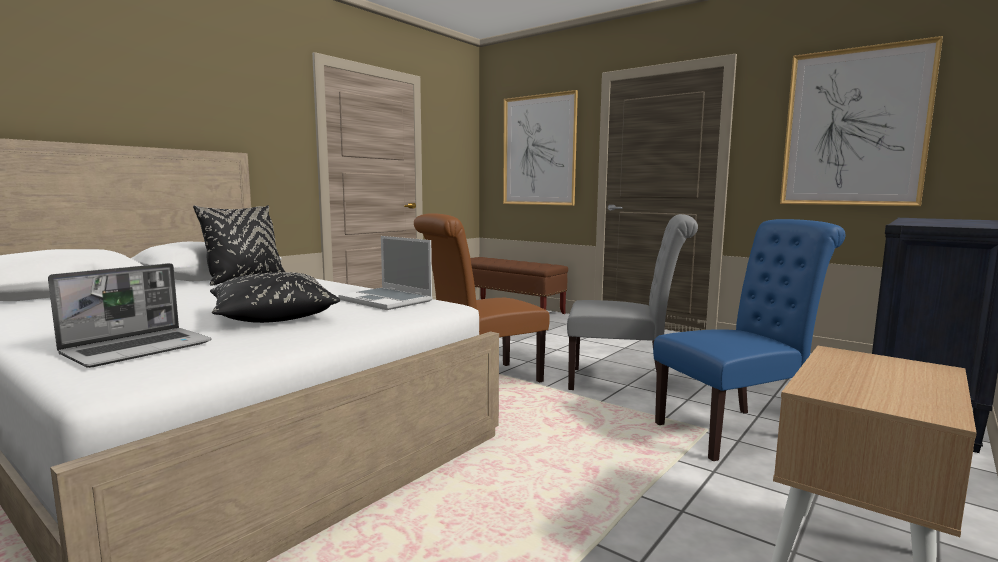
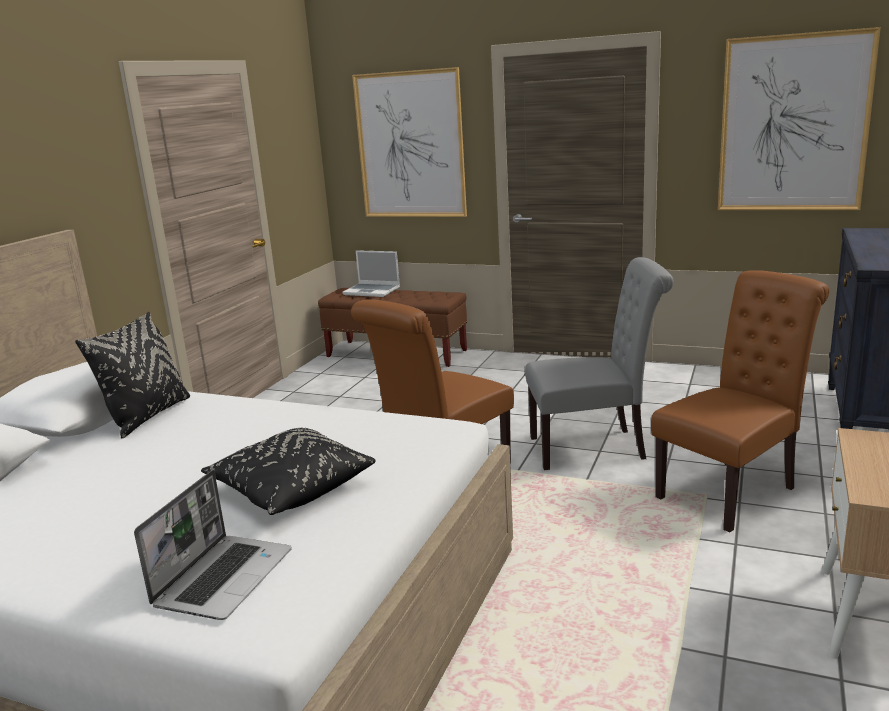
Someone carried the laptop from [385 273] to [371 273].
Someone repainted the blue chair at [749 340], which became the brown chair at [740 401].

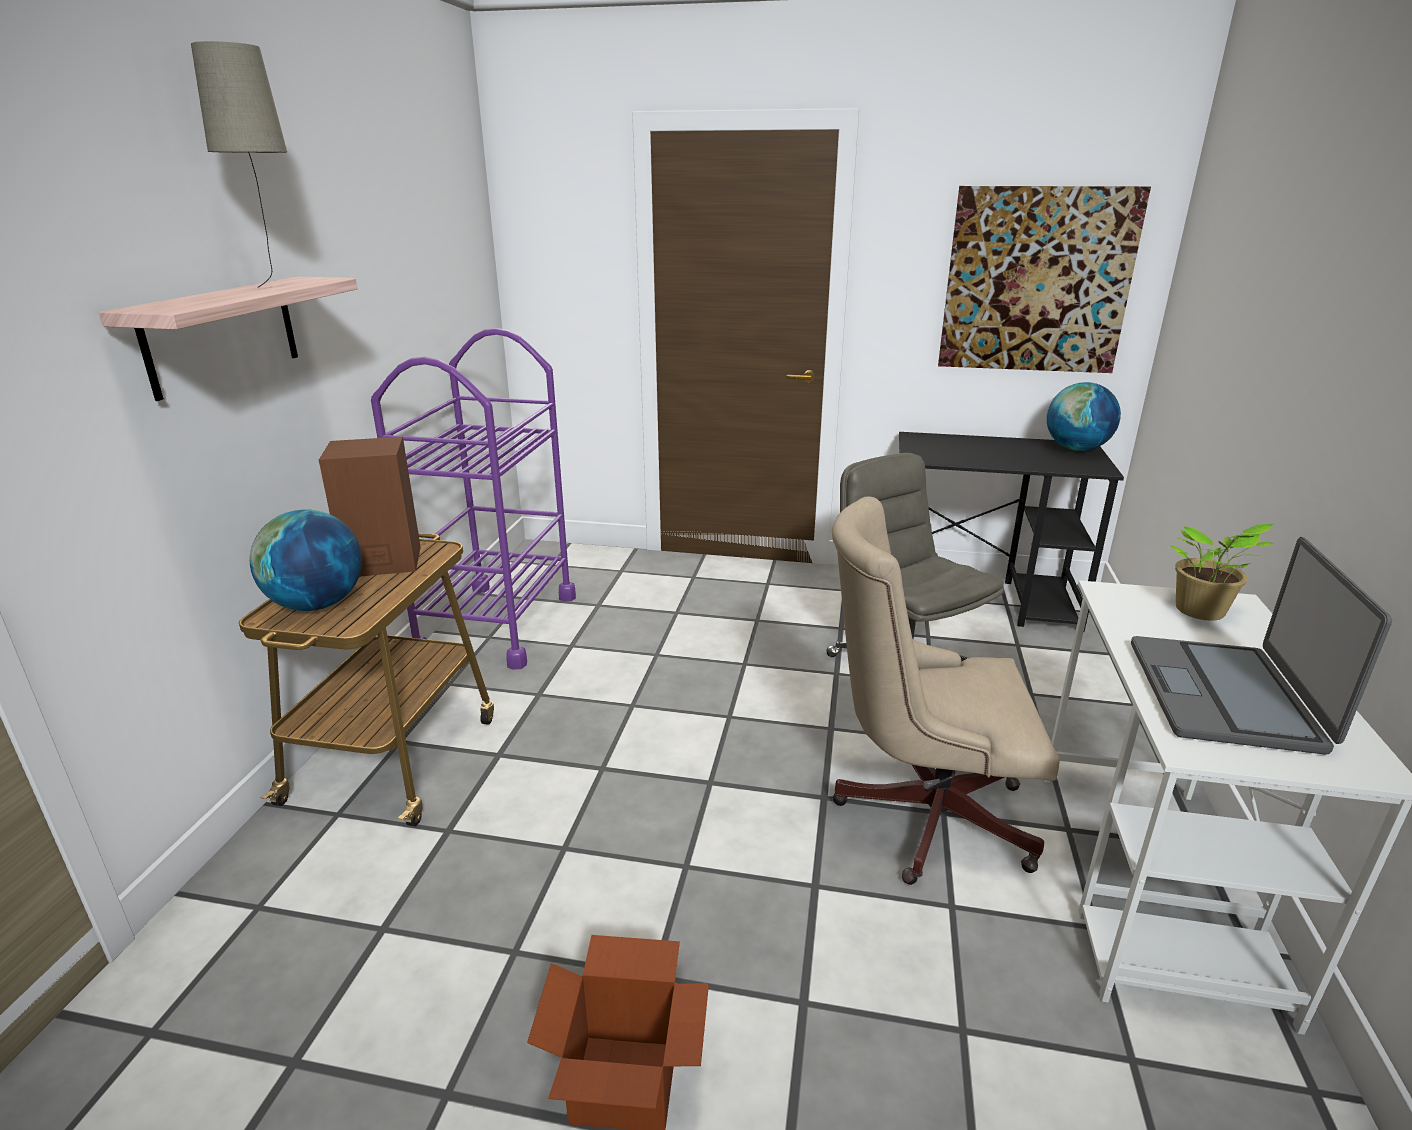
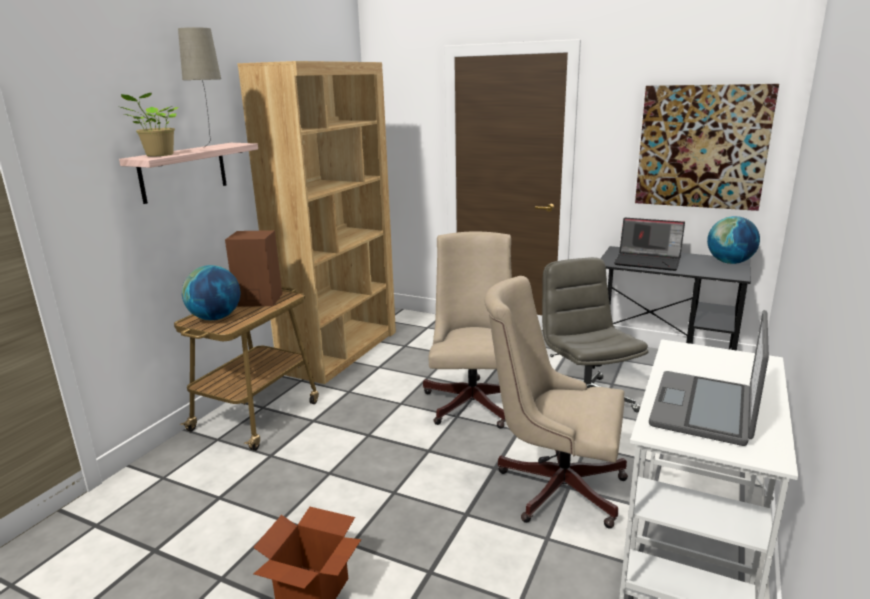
Someone carried the potted plant from [1222 572] to [149 124].
Someone swapped the purple cart at [473 499] for the brown bookcase at [316 222].
Someone put down the beige office chair at [467 330].
Someone put down the laptop at [649 244].

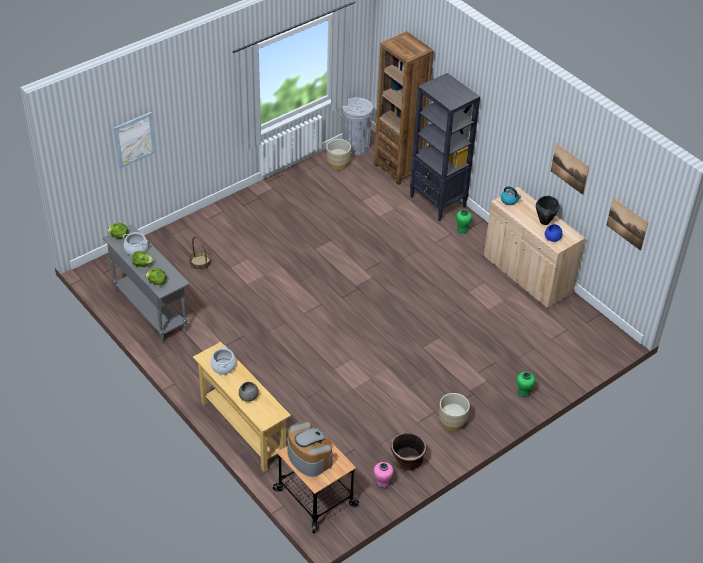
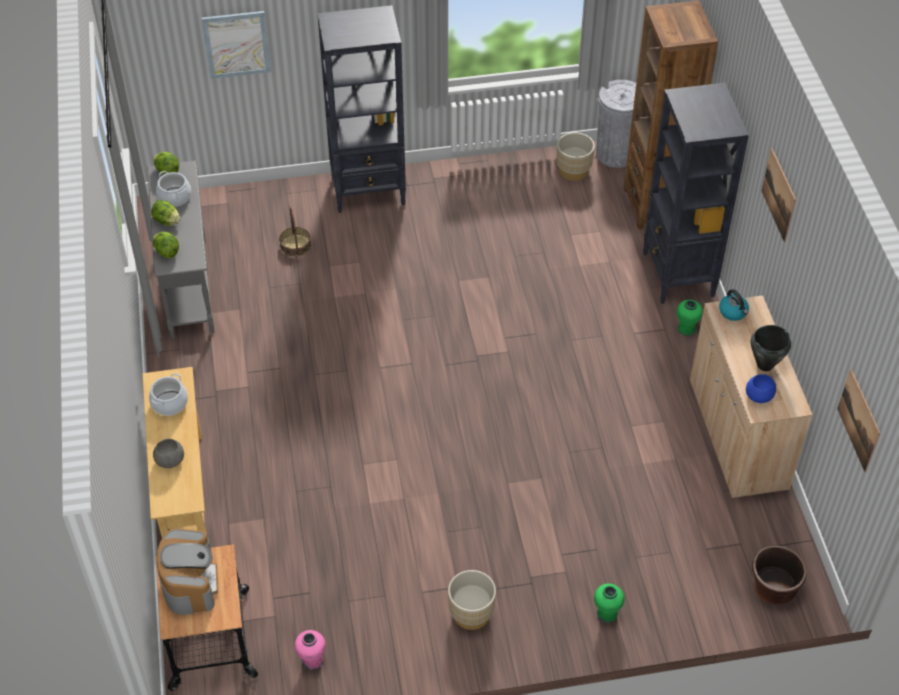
Someone put down the black bookcase at [361 109].
Someone carried the brown planter from [408 451] to [779 575].
Someone carried the picture from [570 169] to [779 195].

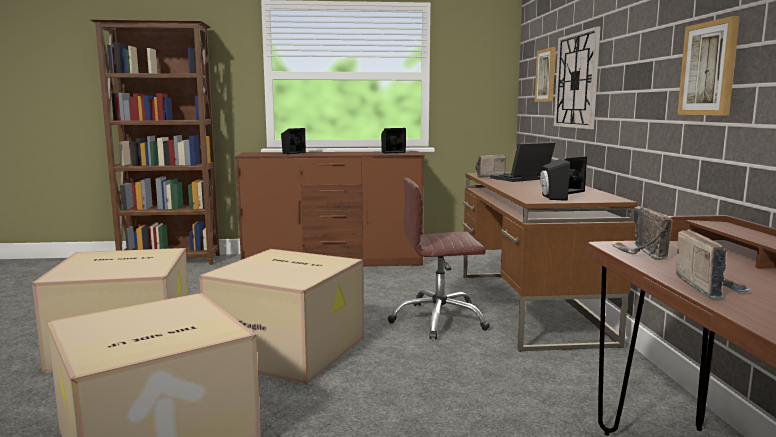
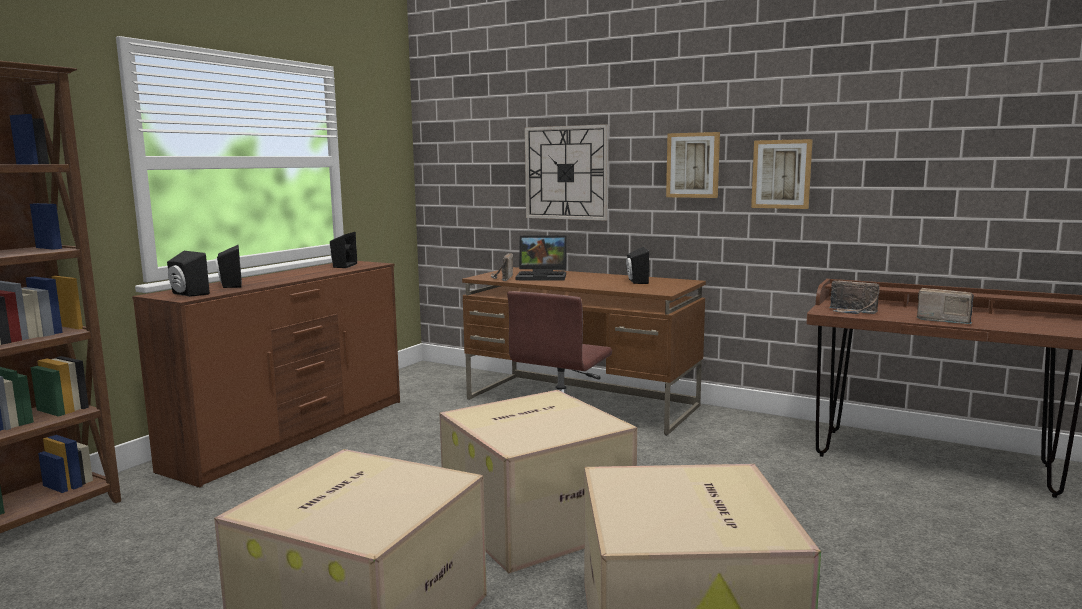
Someone carried the black speaker from [555 180] to [188 274].
Someone rotated the laptop at [522 162] by 90 degrees counterclockwise.
Someone carried the picture from [545 74] to [693 165].

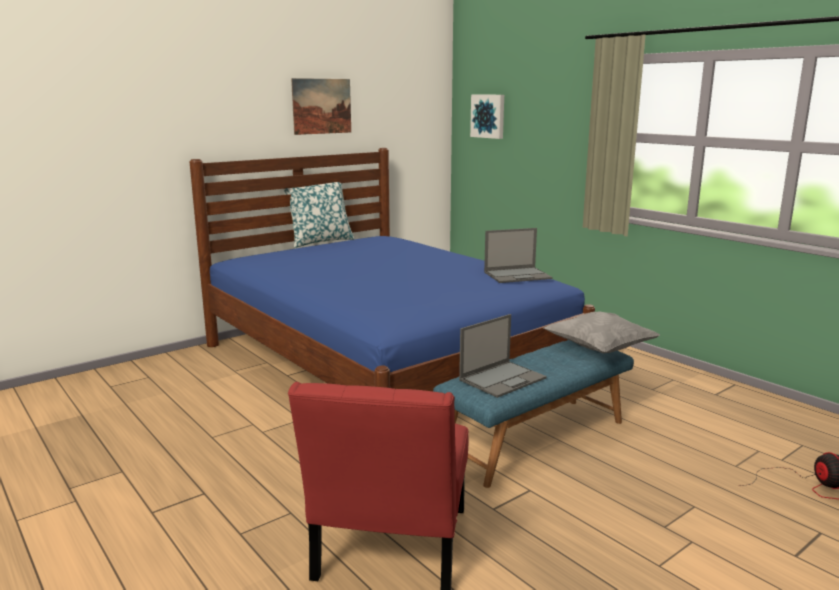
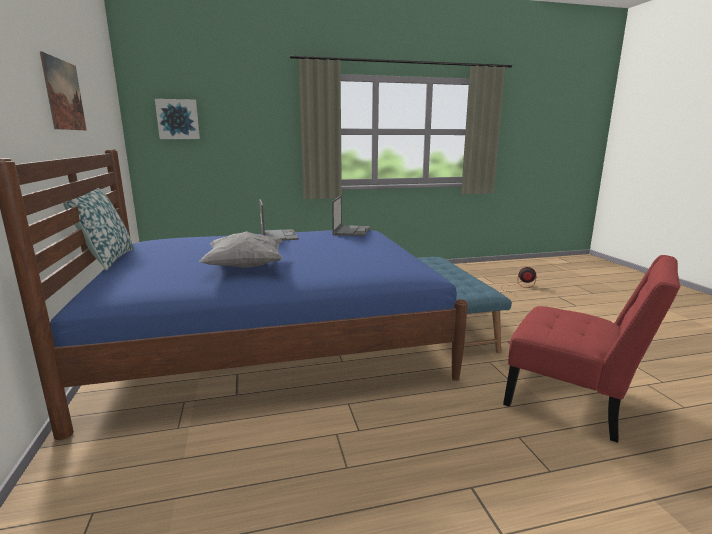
Someone carried the grey pillow from [602 333] to [241 249].
Someone carried the laptop from [503 356] to [279 220].

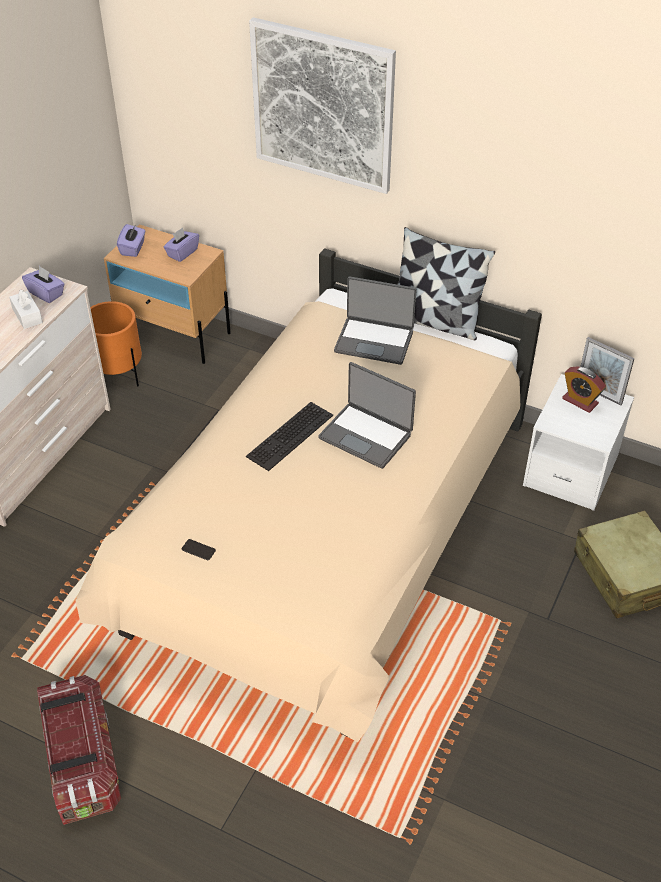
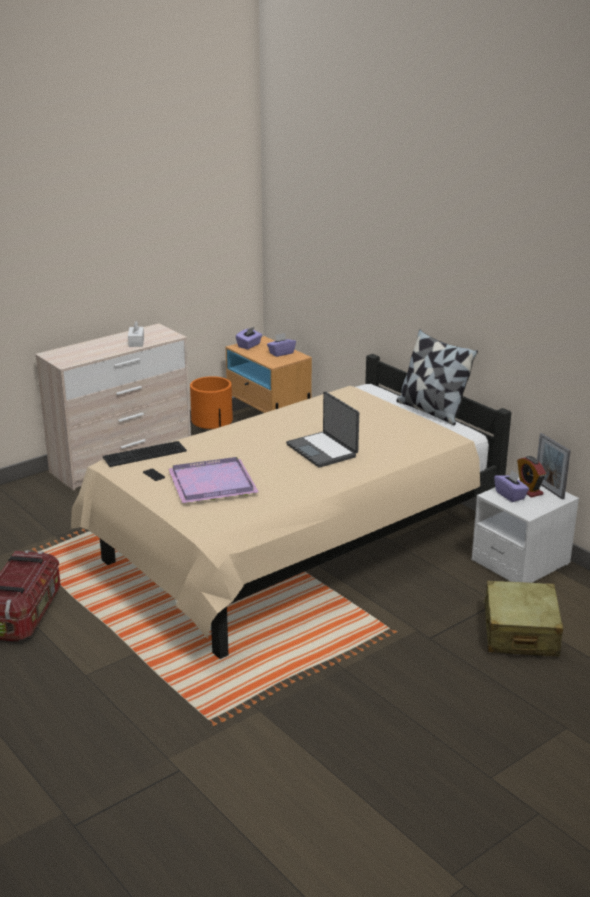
Someone carried the keyboard from [289 436] to [145 454].
Someone put down the purple tray at [213 480].
Someone carried the purple tissue box from [43 284] to [511 486].
Someone took away the picture at [322 105].
Someone took away the laptop at [375 321].

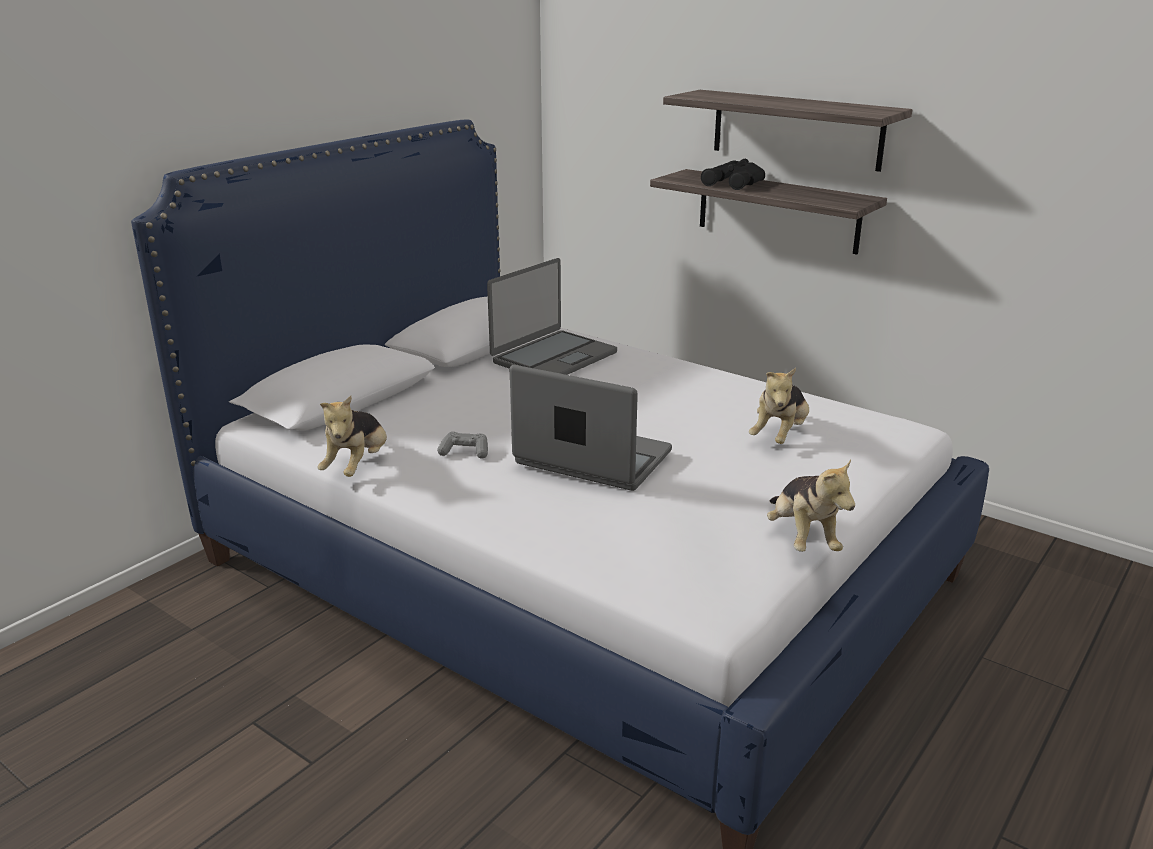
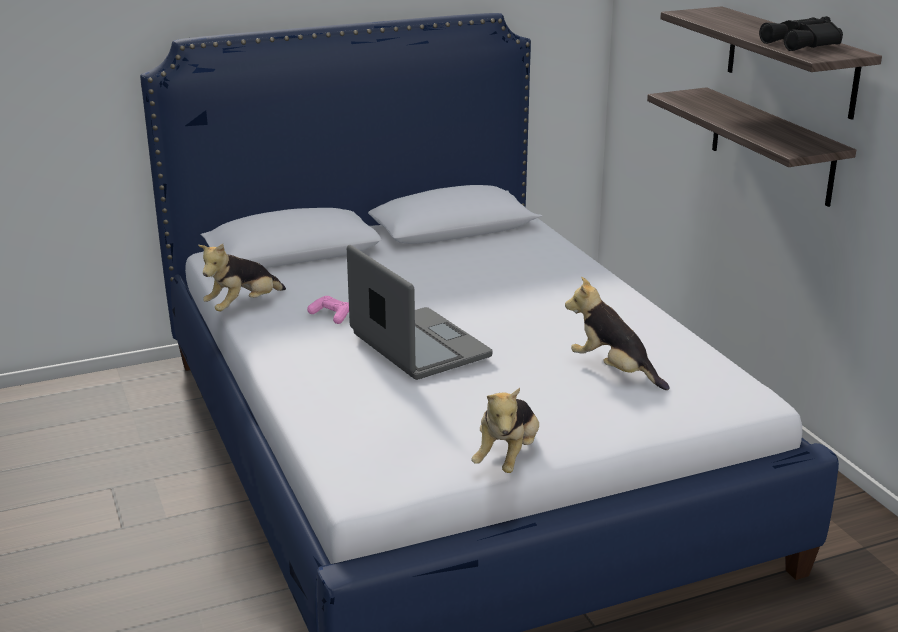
Someone repainted the grey game controller at [462 445], which became the pink game controller at [328 310].
Someone rotated the plush toy at [779 406] by 75 degrees clockwise.
Someone carried the black binoculars from [733 174] to [801 33].
Someone took away the laptop at [552 316].

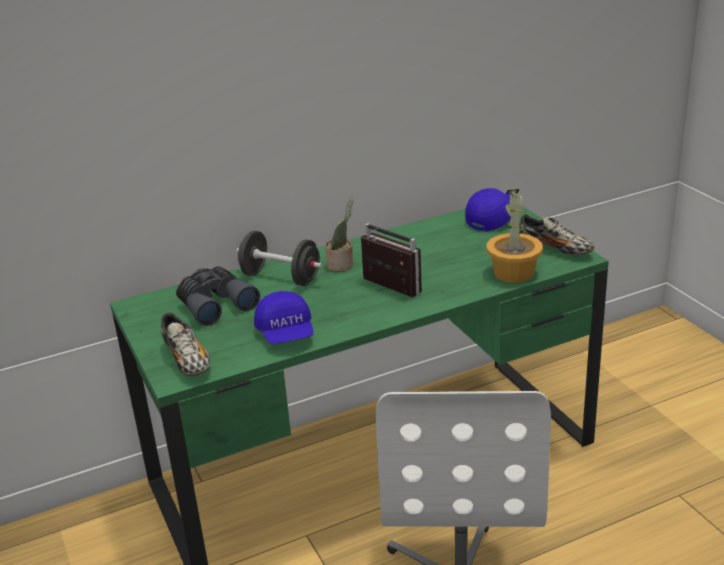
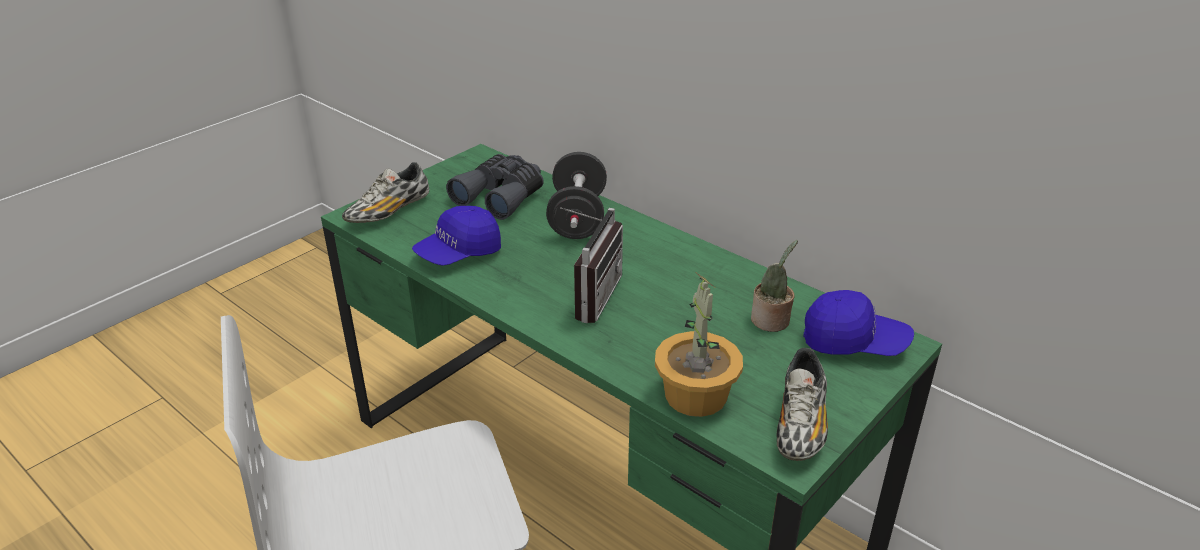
Someone carried the potted plant from [339 234] to [774 286].

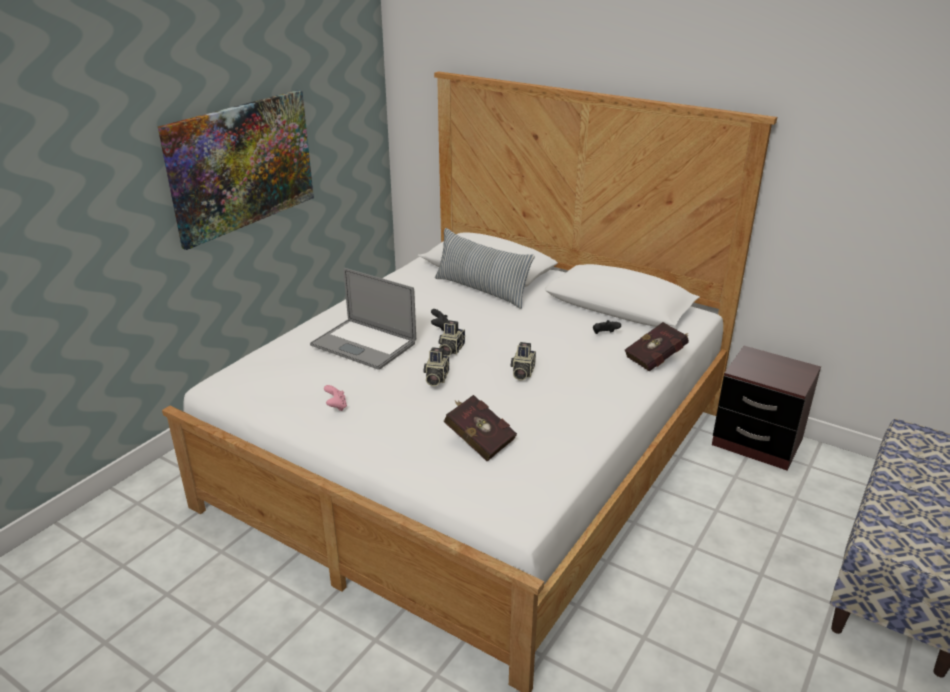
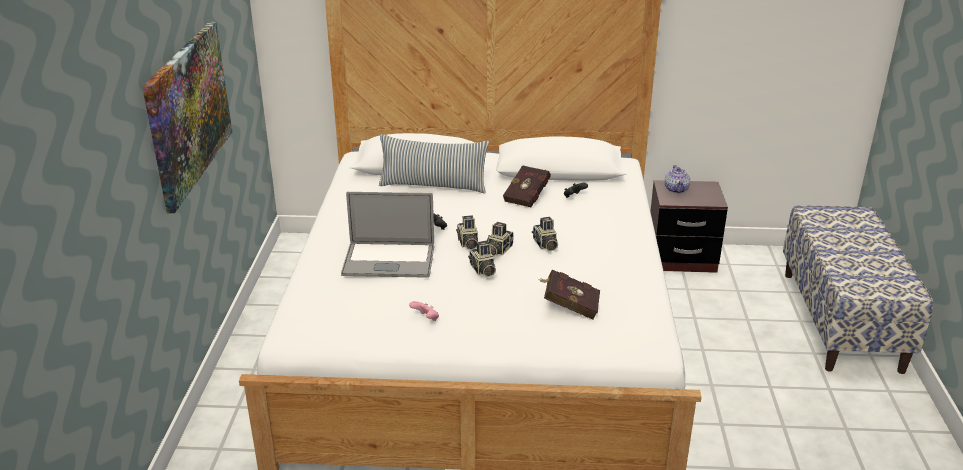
Someone put down the photo camera at [500 239].
Someone carried the red book from [657 346] to [527 186].
Someone put down the teapot at [677 179].

